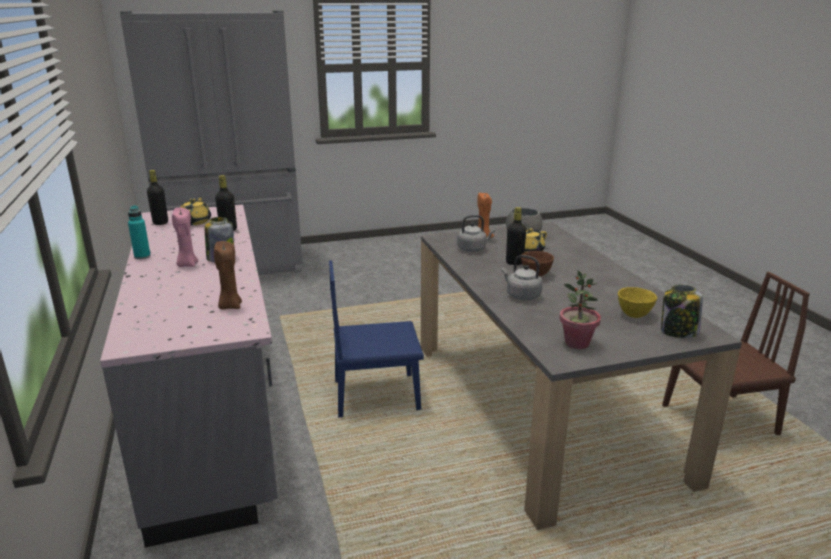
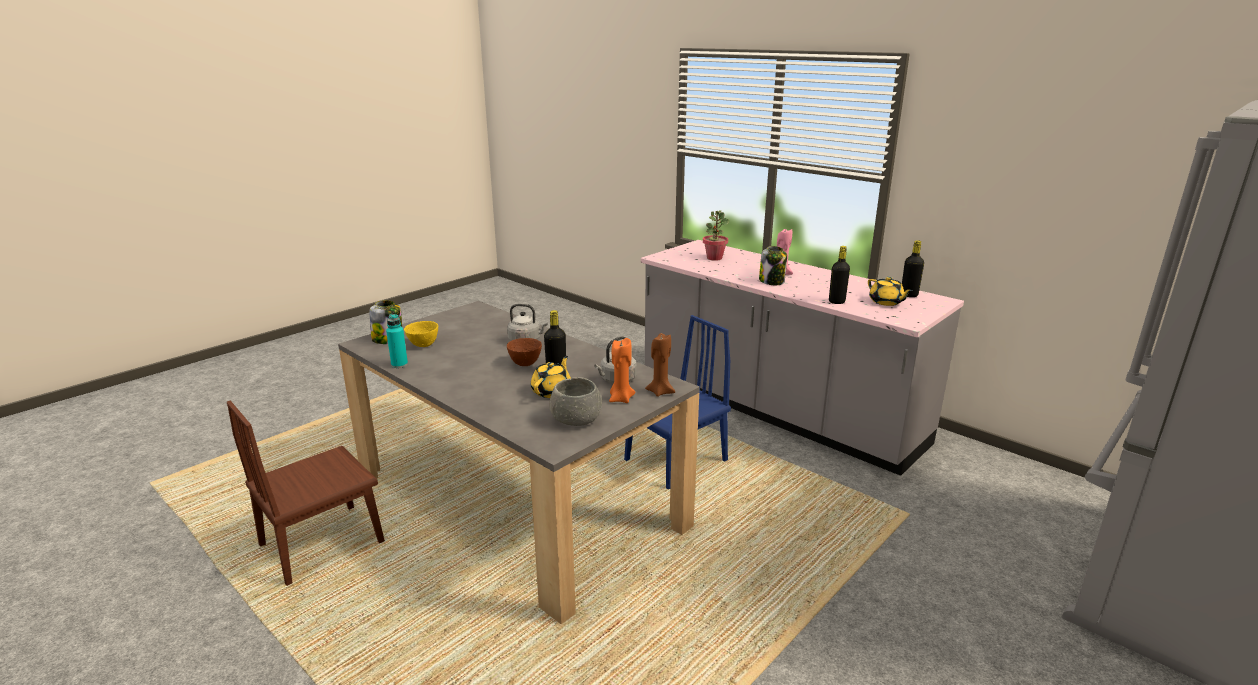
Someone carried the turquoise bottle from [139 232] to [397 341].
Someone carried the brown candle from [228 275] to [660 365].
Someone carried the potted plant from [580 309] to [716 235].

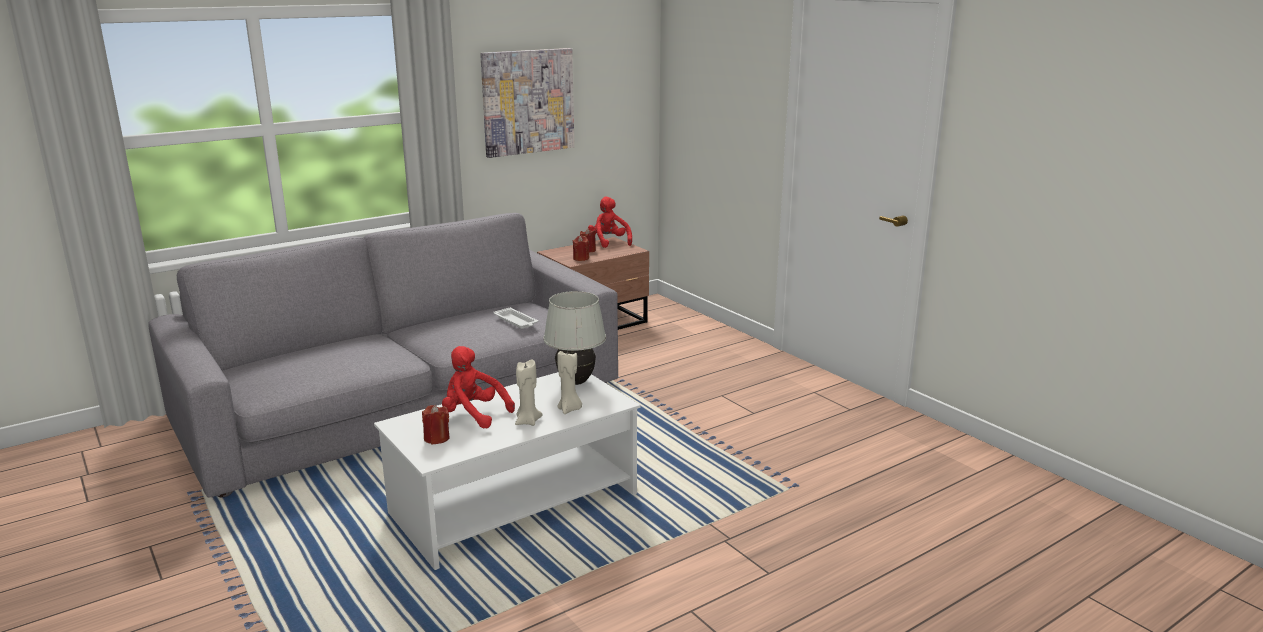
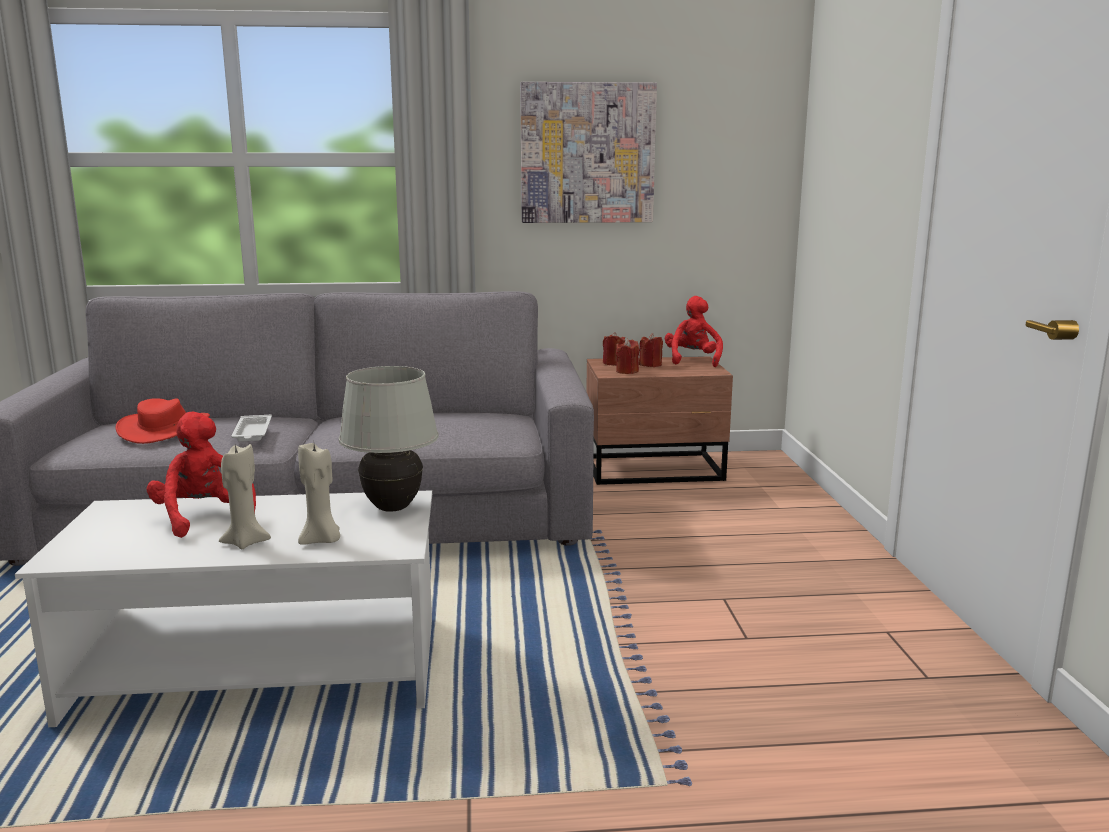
Someone put down the red hat at [163 421].
Someone carried the white tray from [516 318] to [251 428].
Someone carried the red candle from [435 424] to [614 348].

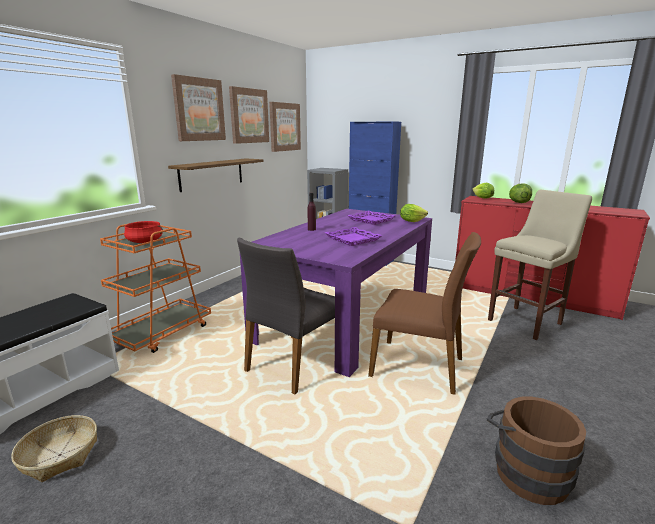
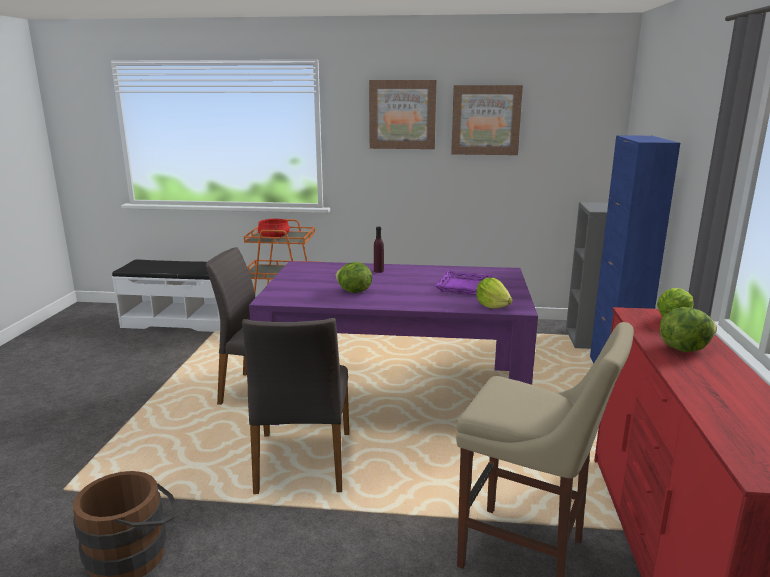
Someone repainted the brown chair at [424 313], which became the grey chair at [295 406].
Someone swapped the purple tray at [353 236] for the lettuce at [353 277].
Someone took away the basket at [54 448].
Someone took away the shelf at [216 175].
Someone took away the picture at [285 127].

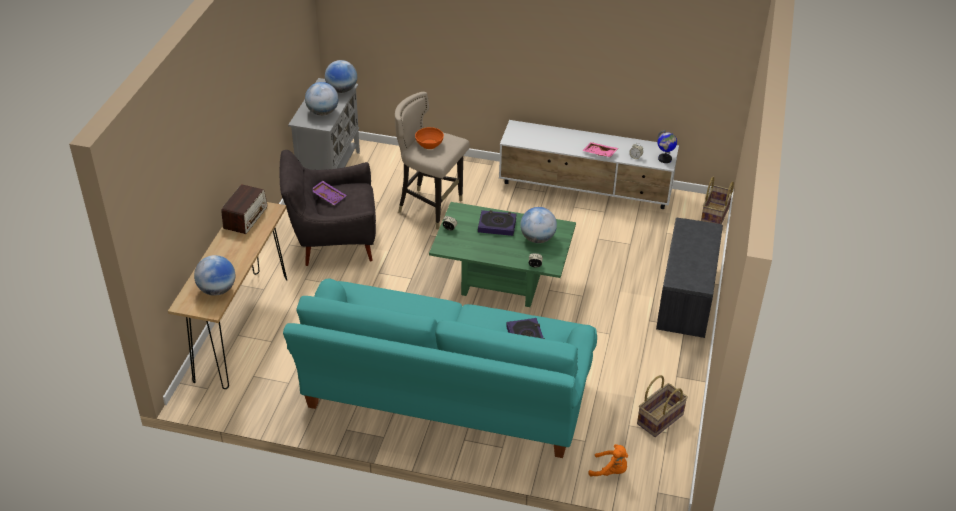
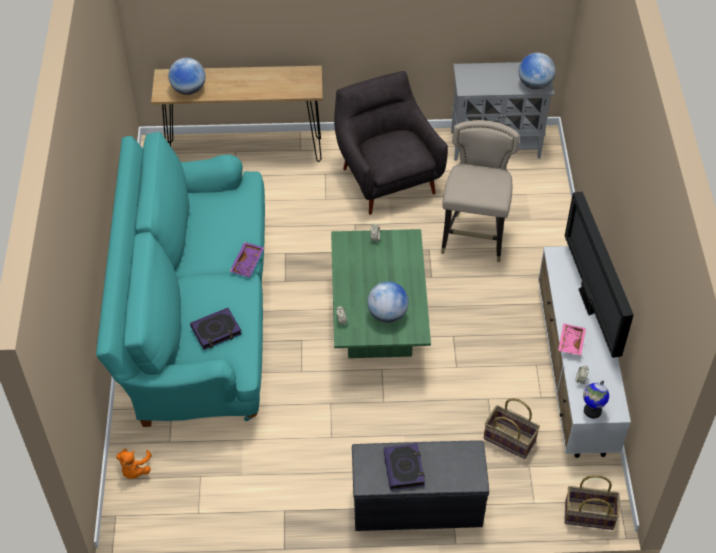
Someone carried the purple tray from [330 193] to [247 259].
Someone carried the book from [497 223] to [404 466].
Someone carried the basket from [662 406] to [512 428].
Someone put down the television at [599 274].
Someone took away the radio at [244 209].
Someone took away the globe at [322 99].
Someone took away the orange bowl at [429 138].

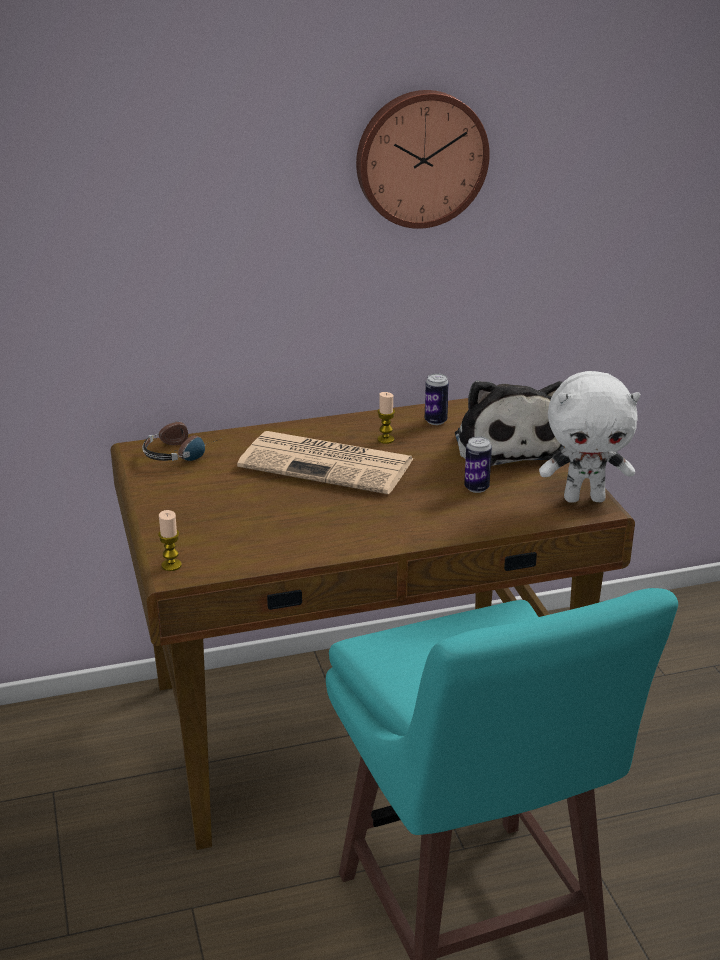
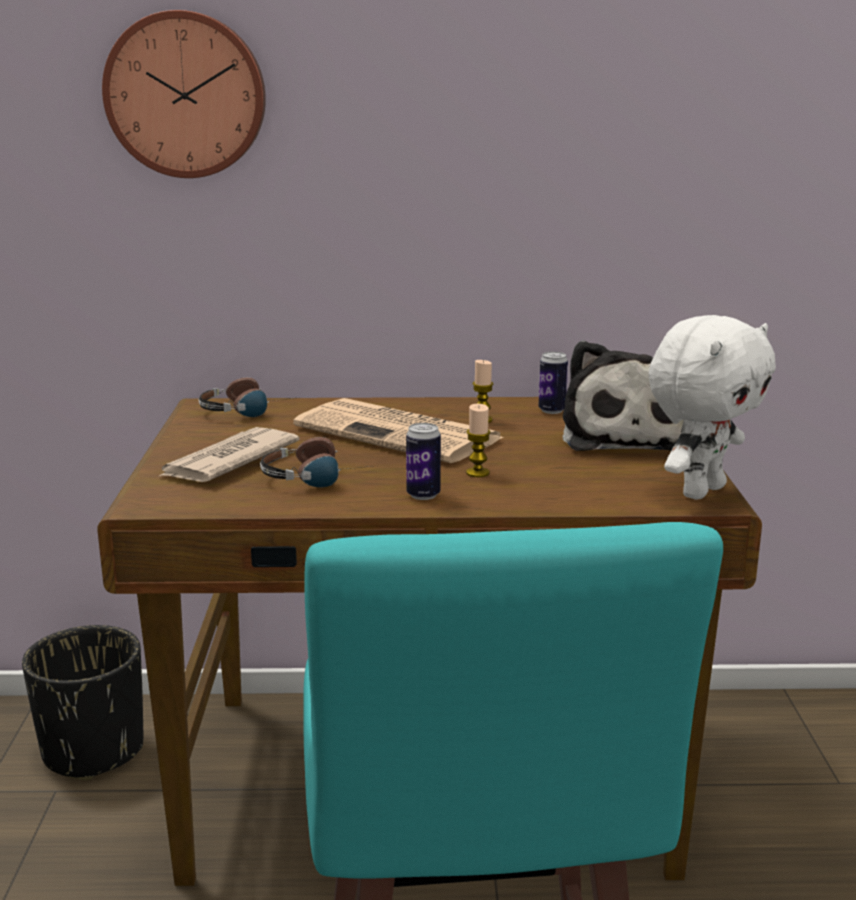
Someone put down the black planter at [83 702].
Someone carried the wall clock from [423 159] to [184 94].
Someone put down the newspaper at [229 454].
Someone put down the headphones at [318 462].
Someone carried the can from [478 464] to [423 461].
Someone carried the candle from [170 540] to [478 440].
Someone rotated the white plush toy at [589 437] by 60 degrees counterclockwise.

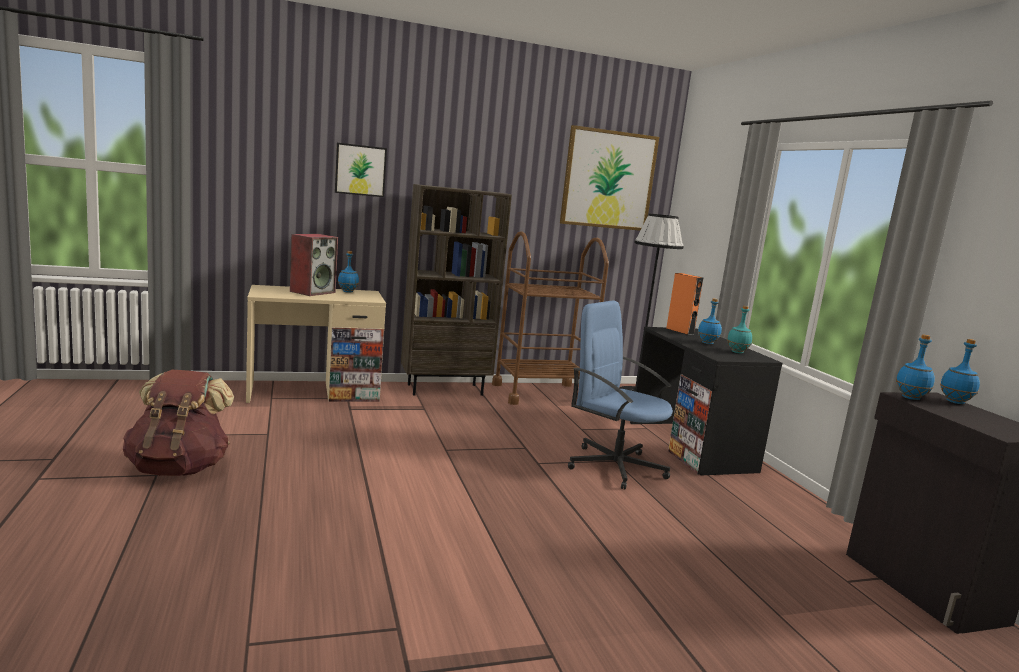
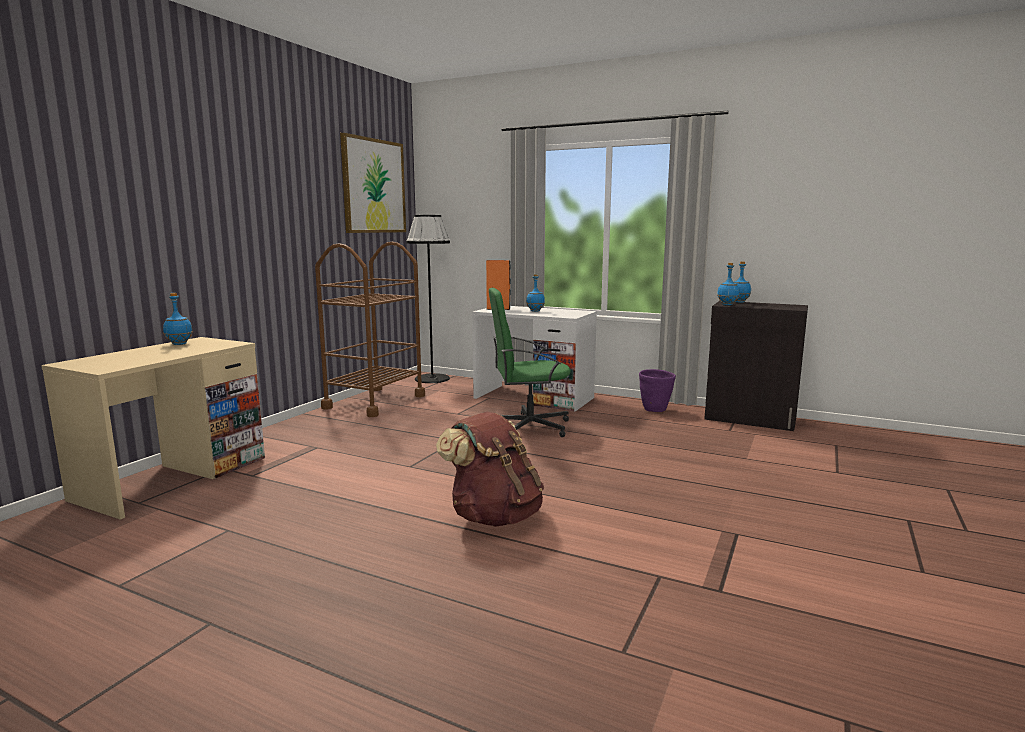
Someone carried the brown backpack from [178 423] to [490 469].
Someone repainted the black desk at [706 401], which became the white desk at [534 358].
Someone repainted the blue office chair at [620 395], which became the green office chair at [530 362].
Someone put down the purple planter at [657 390].
Someone took away the speaker at [314 265].
Someone took away the picture at [361 170].
Someone took away the brown bookcase at [456 290].
Someone took away the turquoise bottle at [739 329].

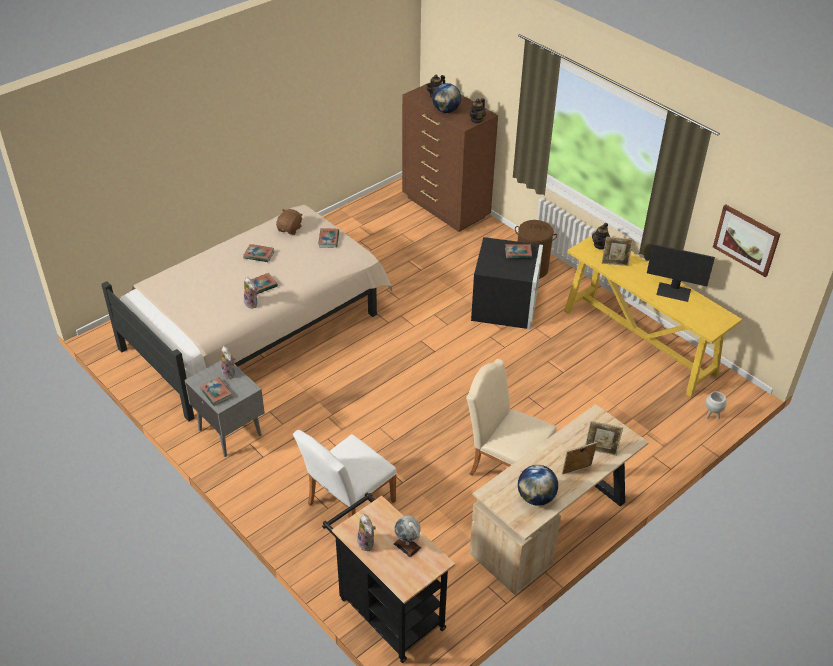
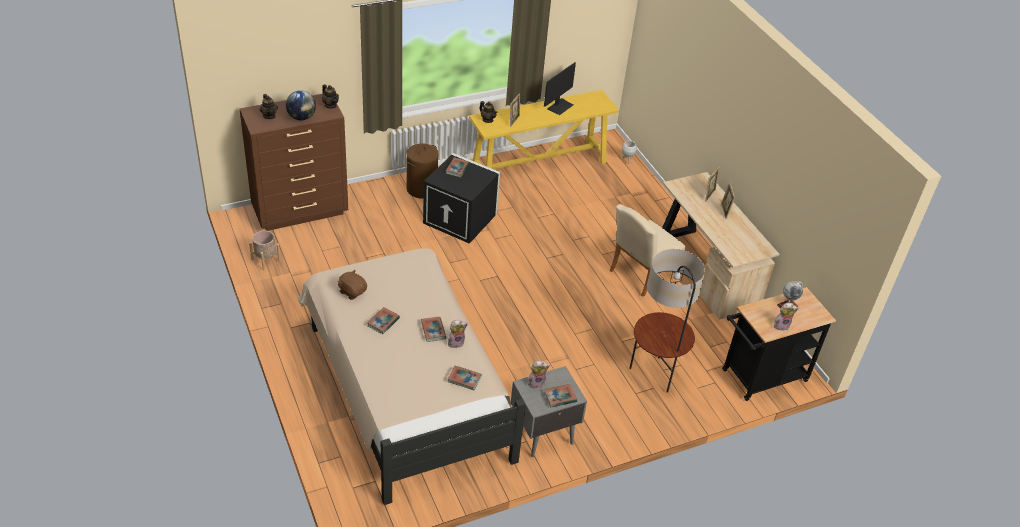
Someone put down the beige planter at [265 250].
Someone carried the book from [328 238] to [464 378].
Someone swapped the white chair at [345 474] for the floor lamp at [667 321].
Someone took away the globe at [538 485].
Someone took away the picture at [746 240].

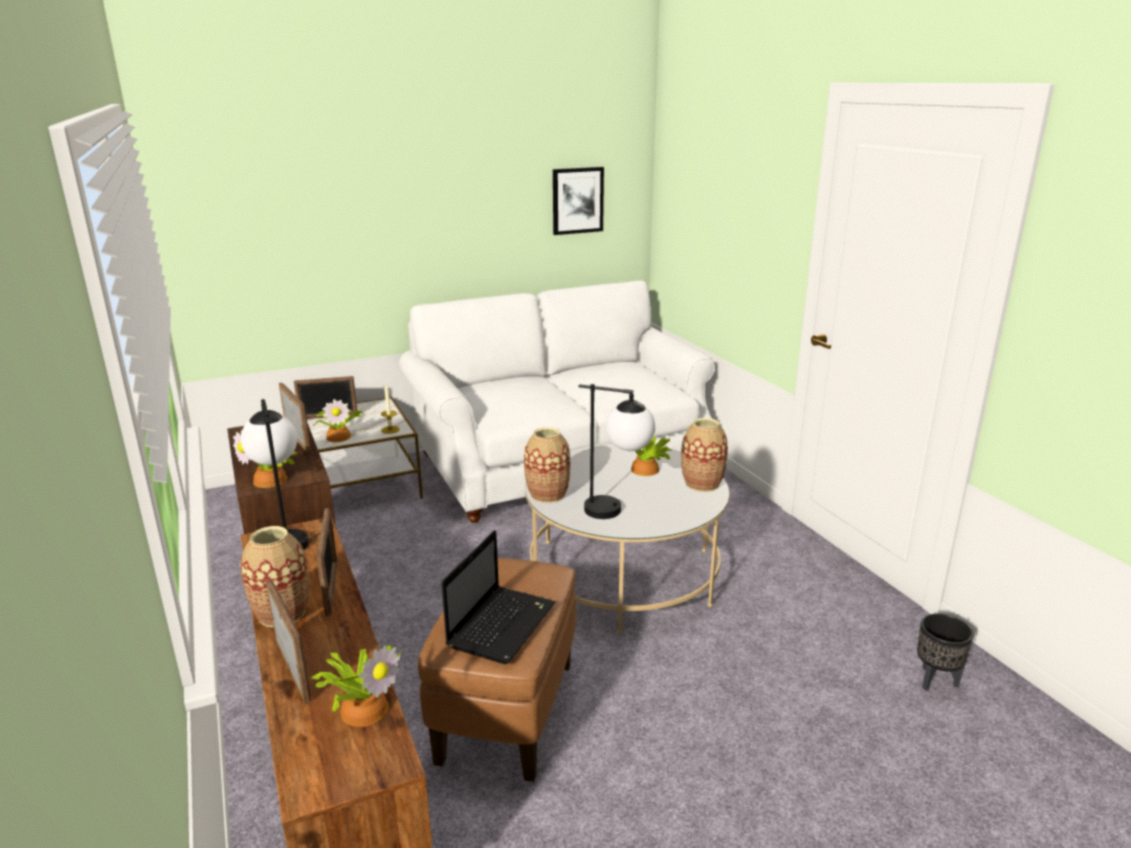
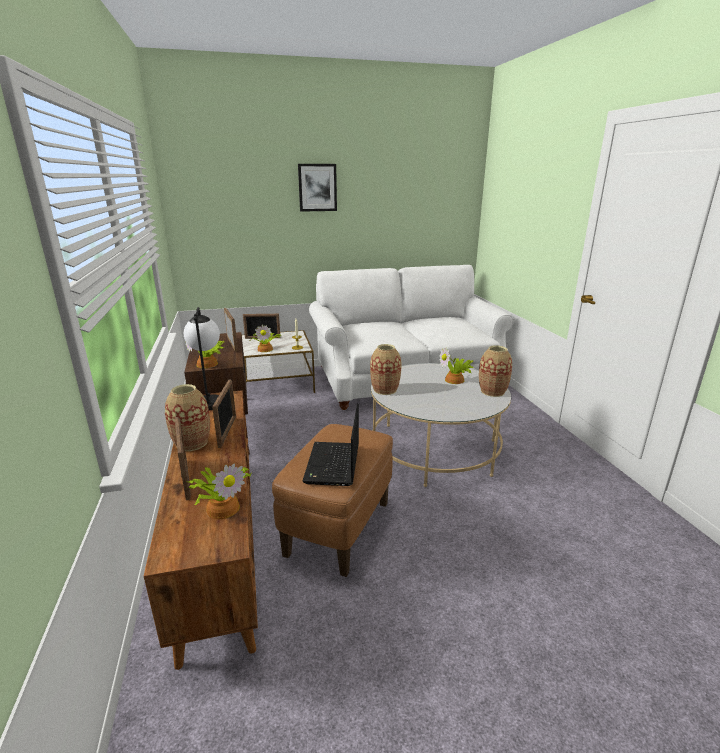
Someone carried the picture from [578 201] to [317 188].
Someone rotated the laptop at [498 597] by 150 degrees clockwise.
Someone took away the table lamp at [616 451].
Someone took away the black planter at [945 652].

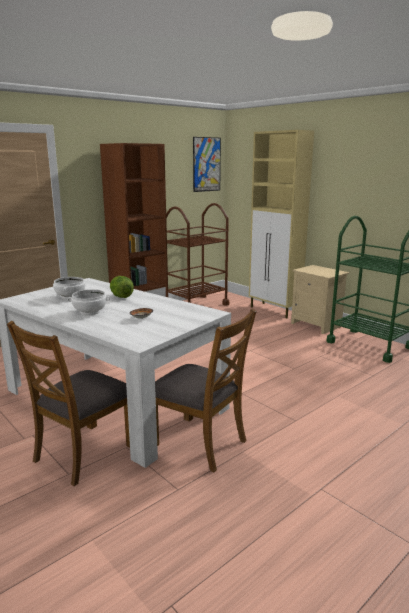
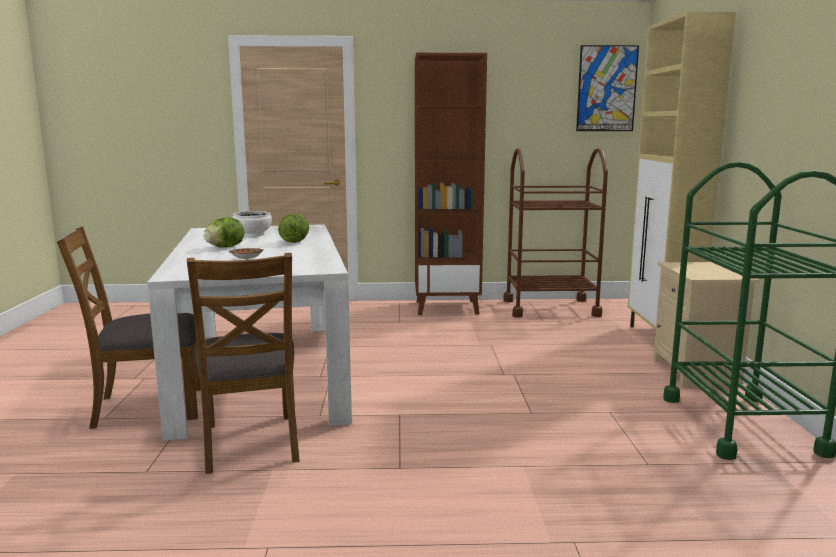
Someone swapped the white bowl at [88 302] for the lettuce at [224 232].

